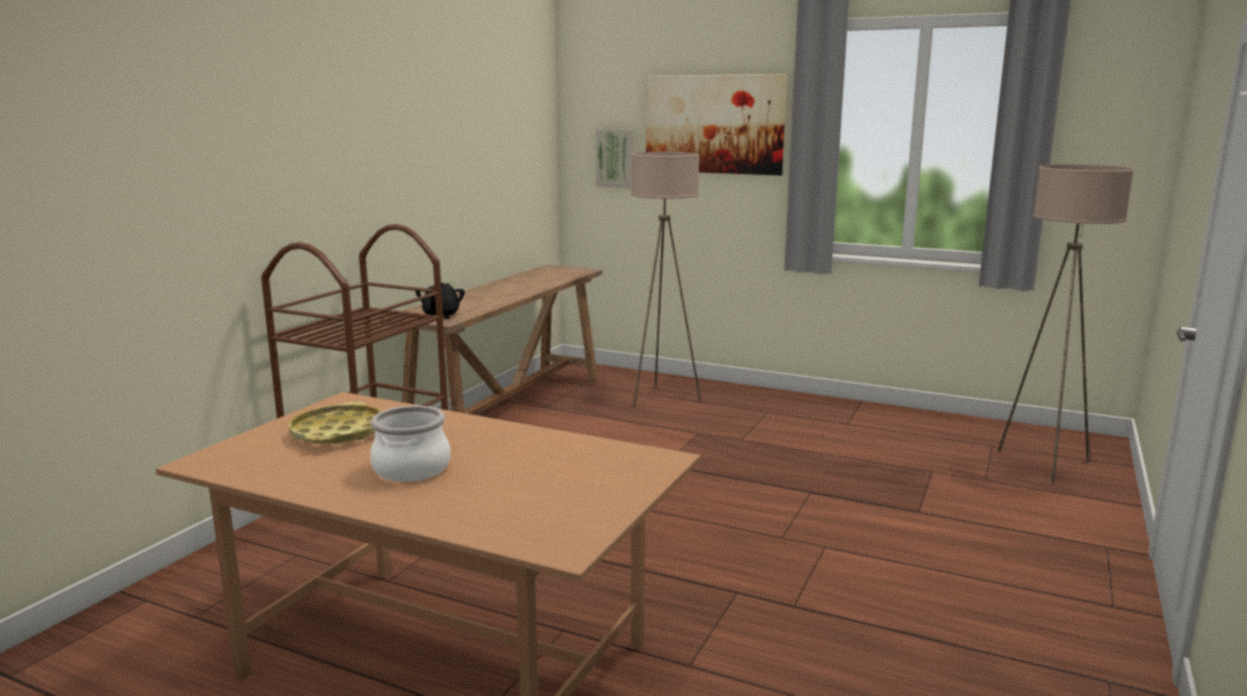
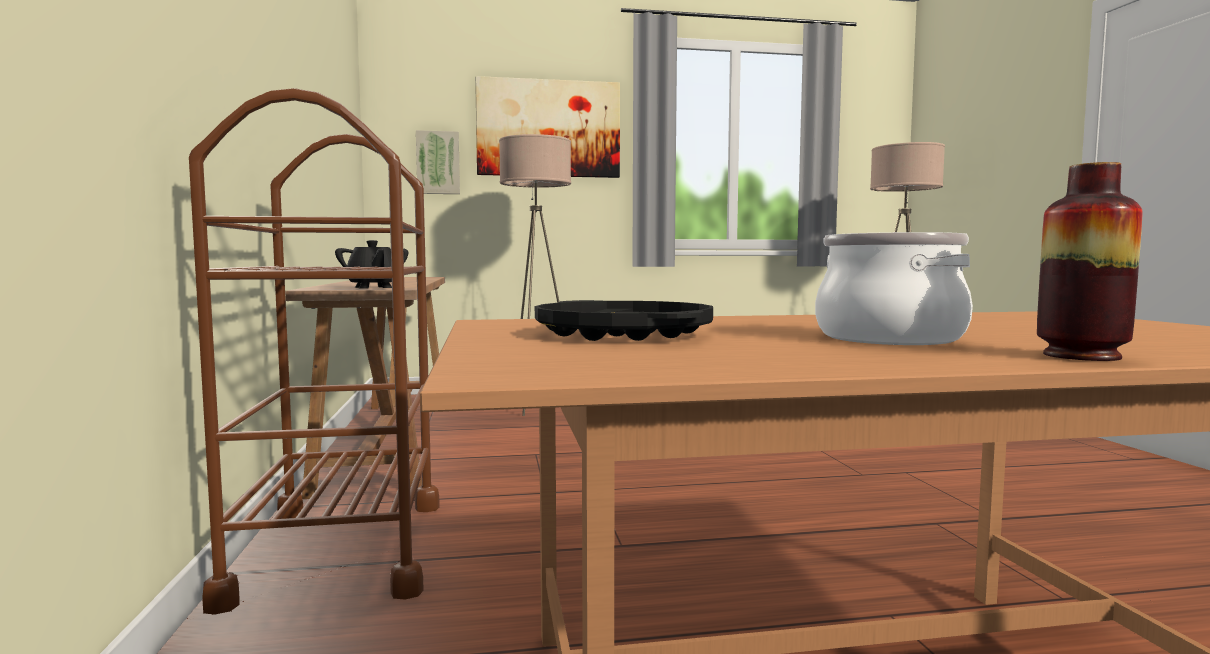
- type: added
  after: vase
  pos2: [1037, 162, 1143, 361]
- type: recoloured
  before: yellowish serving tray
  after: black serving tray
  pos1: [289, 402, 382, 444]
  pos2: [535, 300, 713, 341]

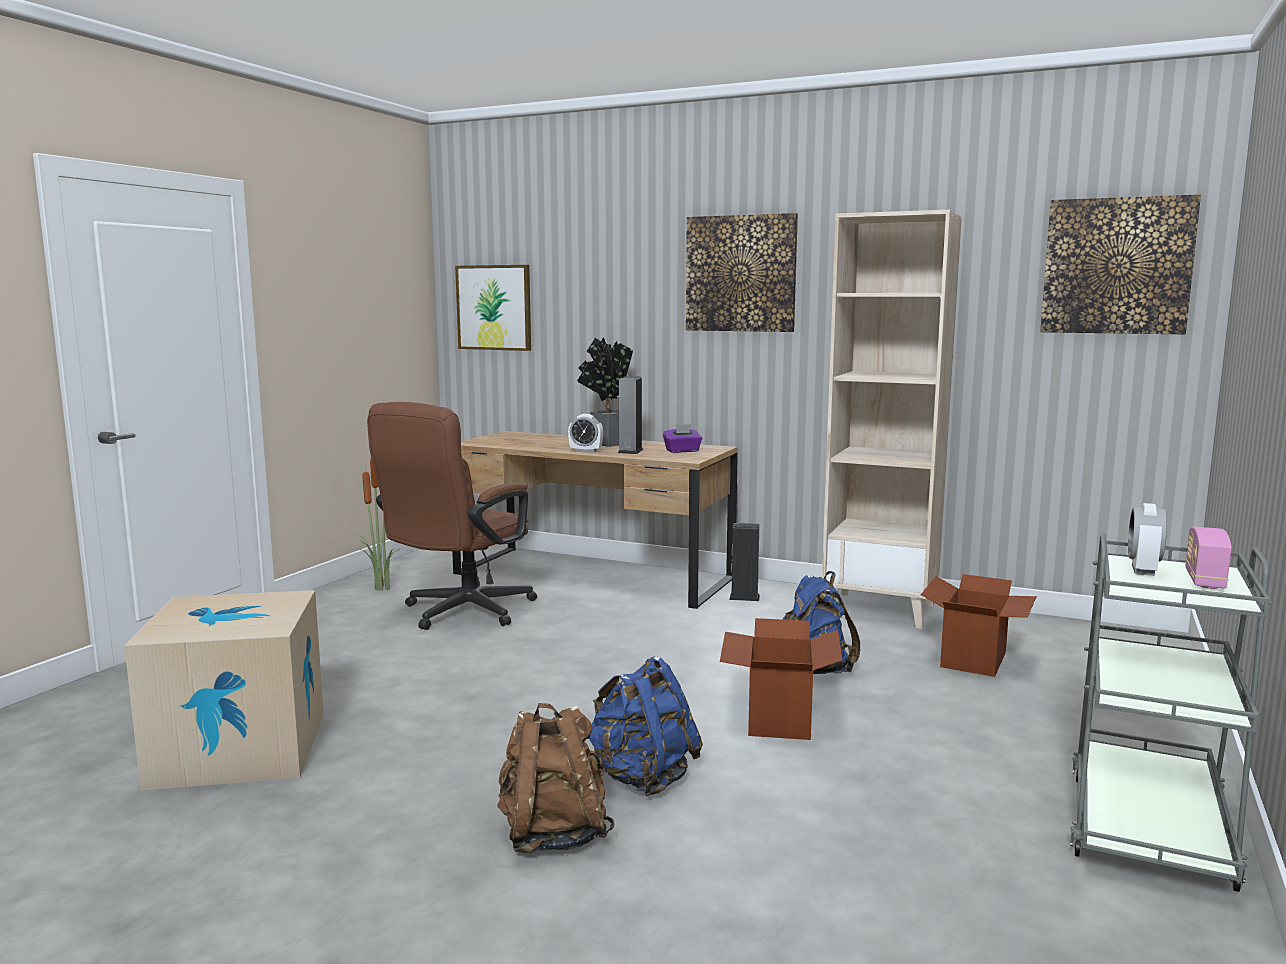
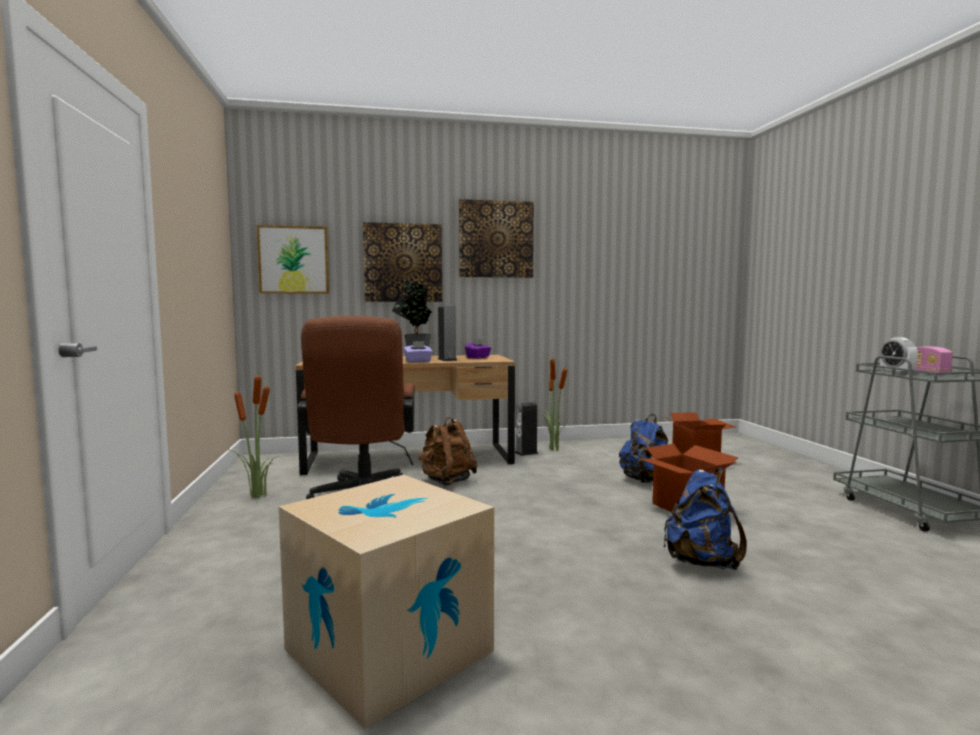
- type: removed
  before: beige-coloured bookcase
  pos1: [822, 210, 962, 629]
- type: added
  after: houseplant
  pos2: [539, 359, 569, 451]
- type: moved
  before: brownish backpack
  pos1: [497, 703, 615, 853]
  pos2: [418, 417, 478, 486]
- type: moved
  before: wall art
  pos1: [1040, 194, 1201, 334]
  pos2: [363, 222, 442, 302]
- type: replaced
  before: table clock
  after: purple-coloured tissue holder
  pos1: [568, 414, 603, 453]
  pos2: [403, 341, 433, 362]

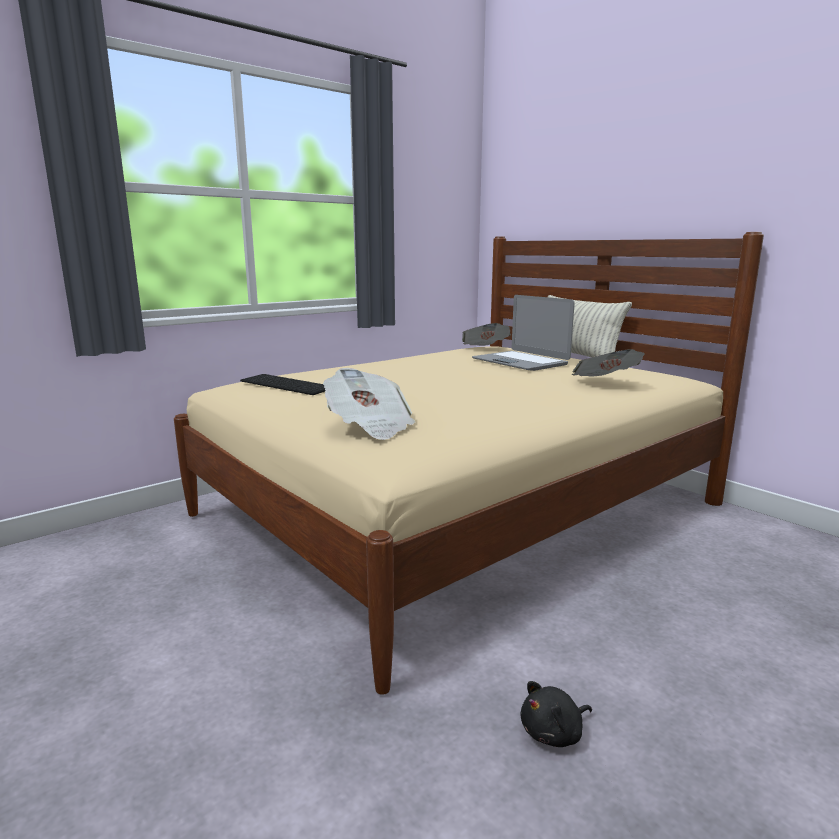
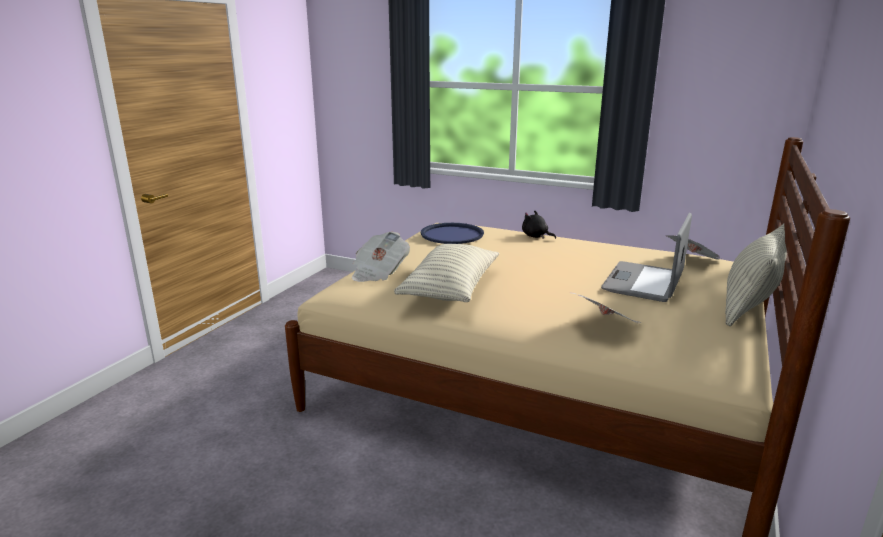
- type: added
  after: cushion
  pos2: [394, 244, 499, 302]
- type: moved
  before: black plush toy
  pos1: [521, 681, 592, 747]
  pos2: [522, 210, 556, 239]
- type: replaced
  before: PC keyboard
  after: blue-coloured serving tray
  pos1: [240, 374, 325, 395]
  pos2: [421, 223, 484, 244]

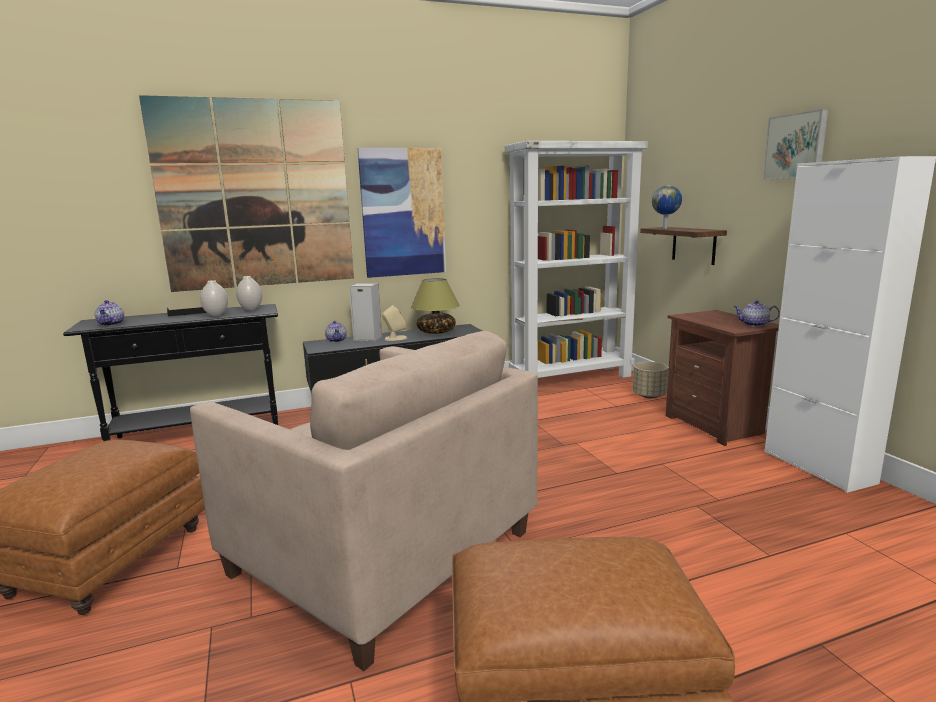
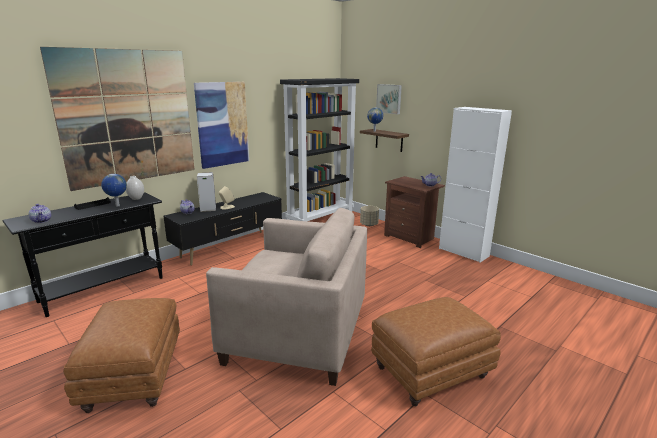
- type: removed
  before: lamp for a table
  pos1: [411, 278, 460, 334]
- type: moved
  before: wall art
  pos1: [763, 109, 828, 179]
  pos2: [376, 84, 402, 114]
- type: replaced
  before: white vase
  after: globe
  pos1: [200, 280, 228, 317]
  pos2: [101, 174, 127, 207]
- type: recoloured
  before: white bookcase
  after: black bookcase
  pos1: [505, 141, 648, 378]
  pos2: [280, 78, 359, 221]

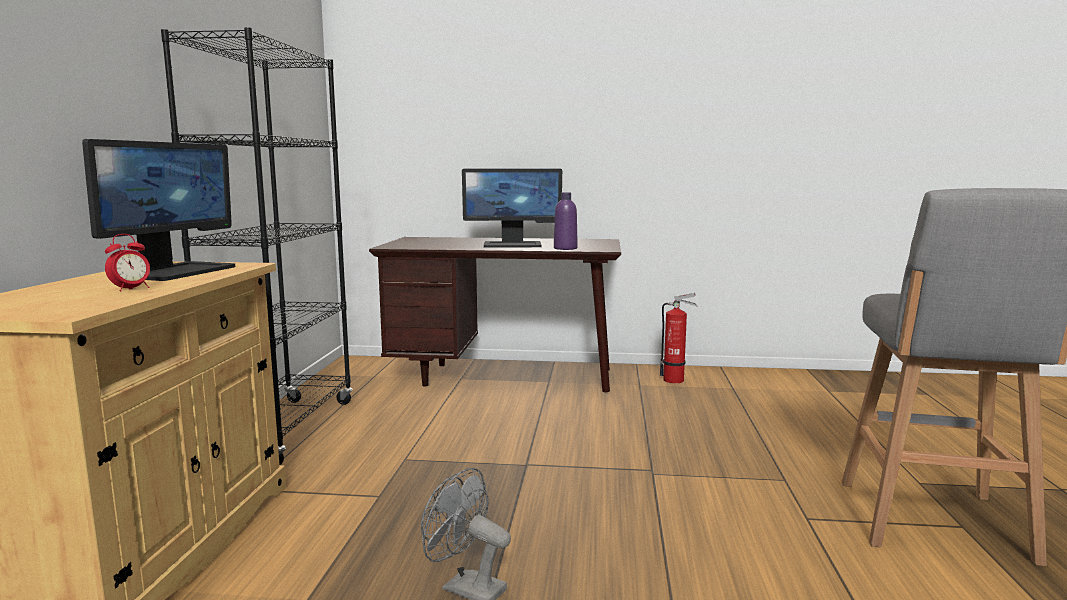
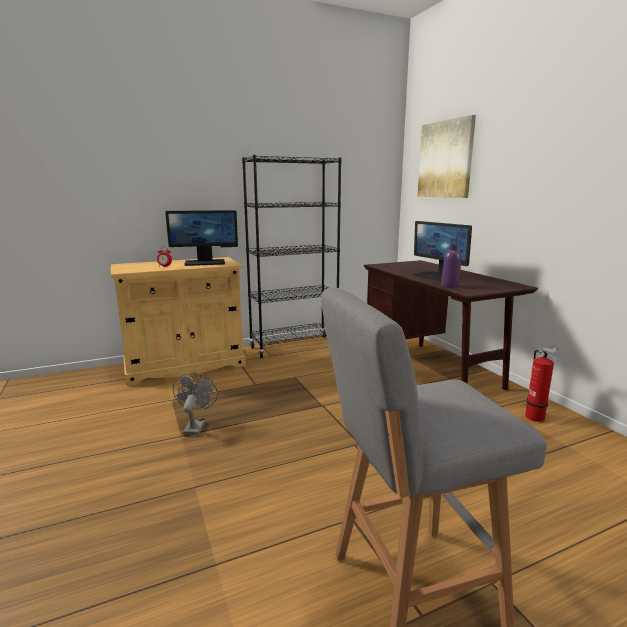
- type: added
  after: wall art
  pos2: [417, 115, 476, 198]

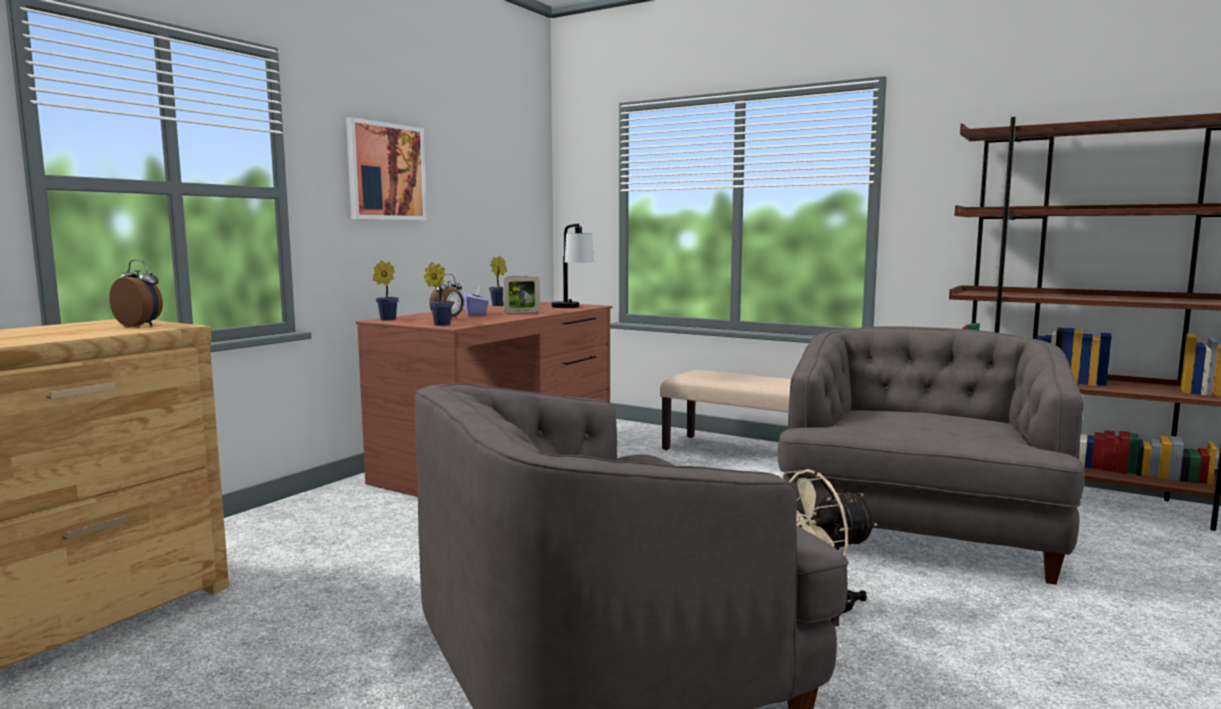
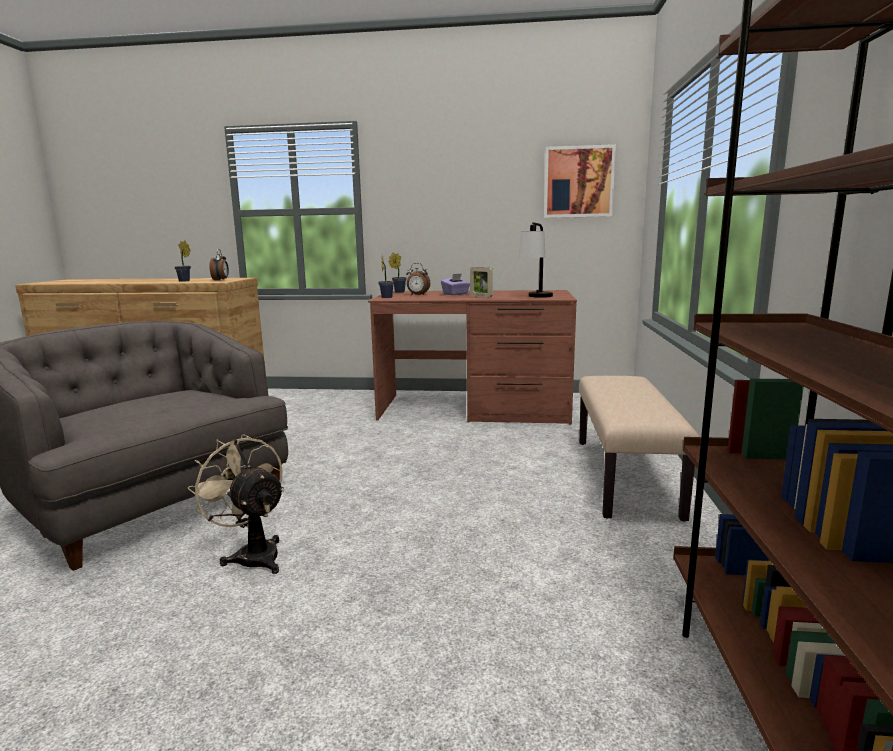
- type: removed
  before: gray armchair
  pos1: [777, 326, 1085, 585]
- type: moved
  before: wall art
  pos1: [346, 117, 427, 220]
  pos2: [544, 144, 616, 218]
- type: moved
  before: houseplant
  pos1: [489, 256, 507, 306]
  pos2: [175, 240, 191, 282]

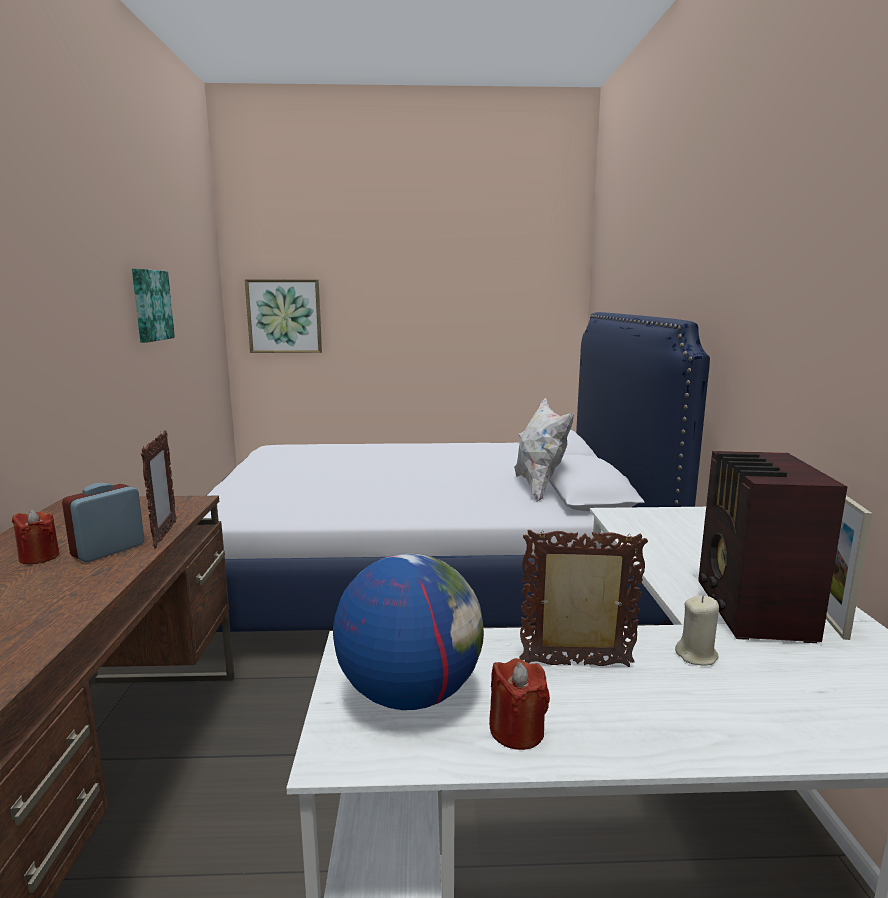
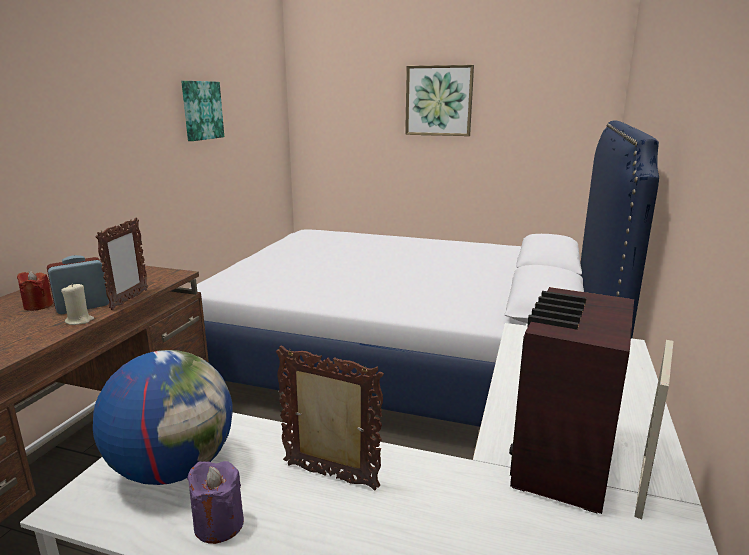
- type: removed
  before: white cushion
  pos1: [514, 398, 574, 502]
- type: moved
  before: wall art
  pos1: [245, 279, 322, 353]
  pos2: [405, 65, 474, 136]
- type: moved
  before: beige-coloured candle
  pos1: [675, 595, 719, 666]
  pos2: [61, 283, 94, 325]
- type: recoloured
  before: red-coloured candle
  after: purple-coloured candle
  pos1: [489, 658, 550, 750]
  pos2: [187, 461, 244, 544]

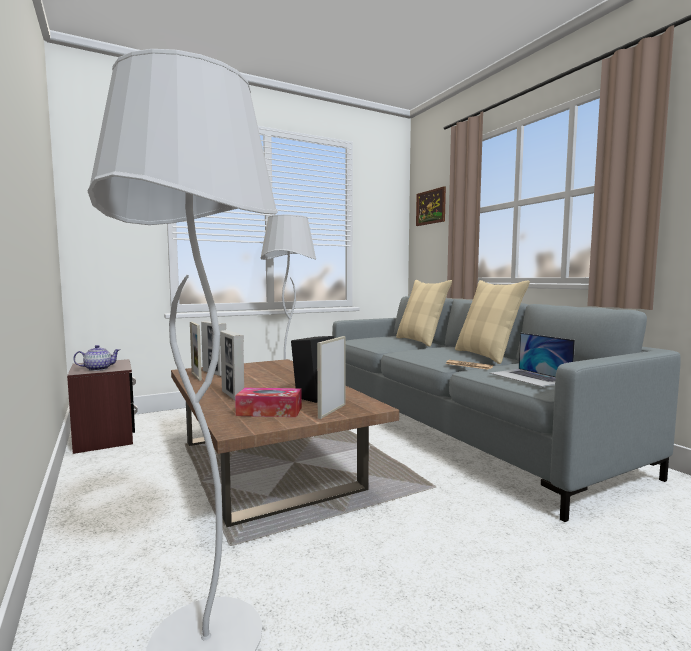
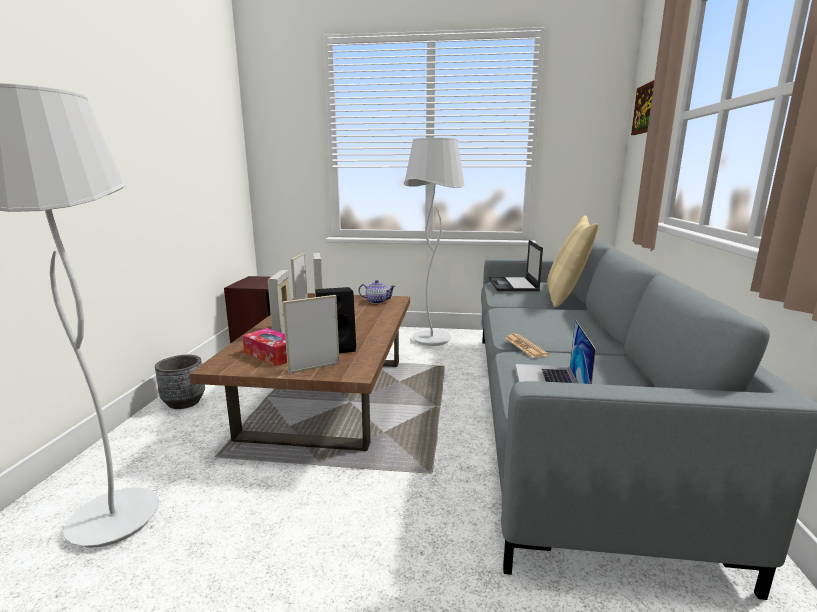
- type: removed
  before: beige-coloured cushion
  pos1: [455, 280, 530, 364]
- type: added
  after: gray plant pot
  pos2: [155, 355, 205, 409]
- type: added
  after: notebook computer
  pos2: [489, 240, 543, 291]
- type: moved
  before: teapot
  pos1: [73, 345, 120, 371]
  pos2: [359, 280, 396, 304]

